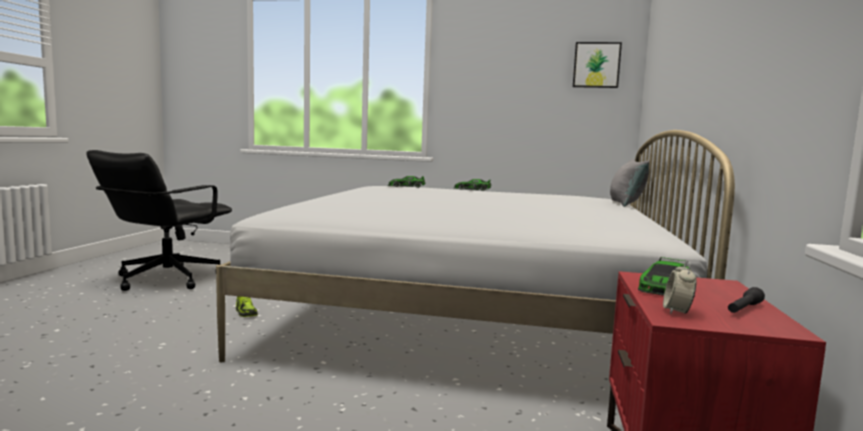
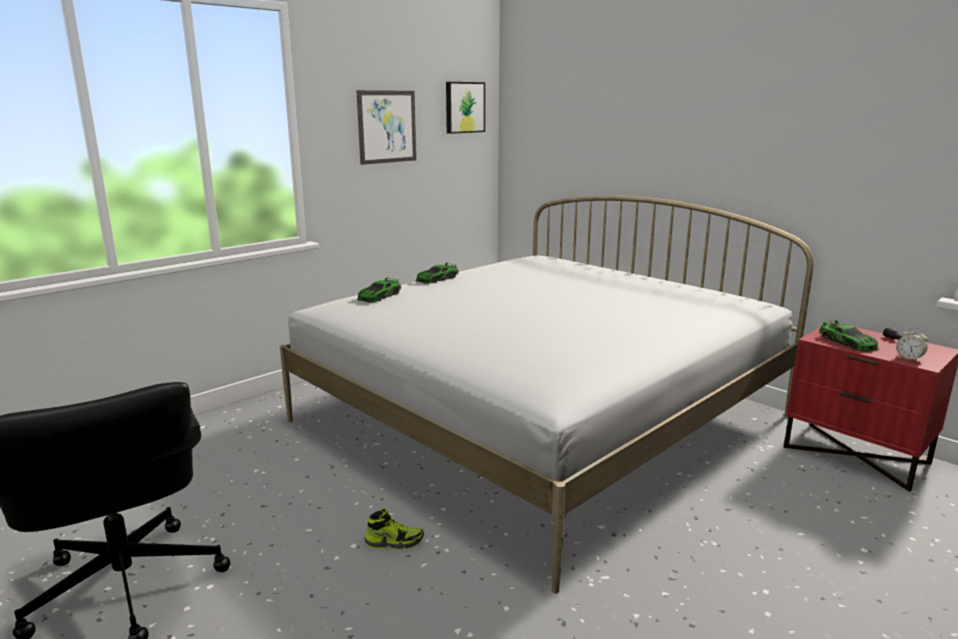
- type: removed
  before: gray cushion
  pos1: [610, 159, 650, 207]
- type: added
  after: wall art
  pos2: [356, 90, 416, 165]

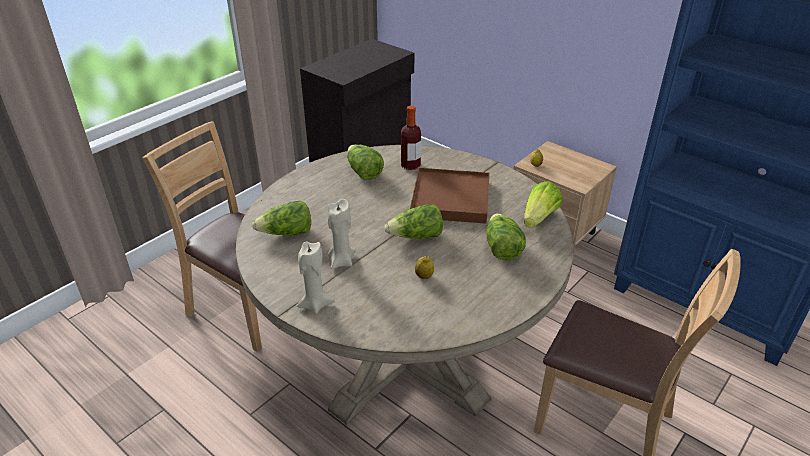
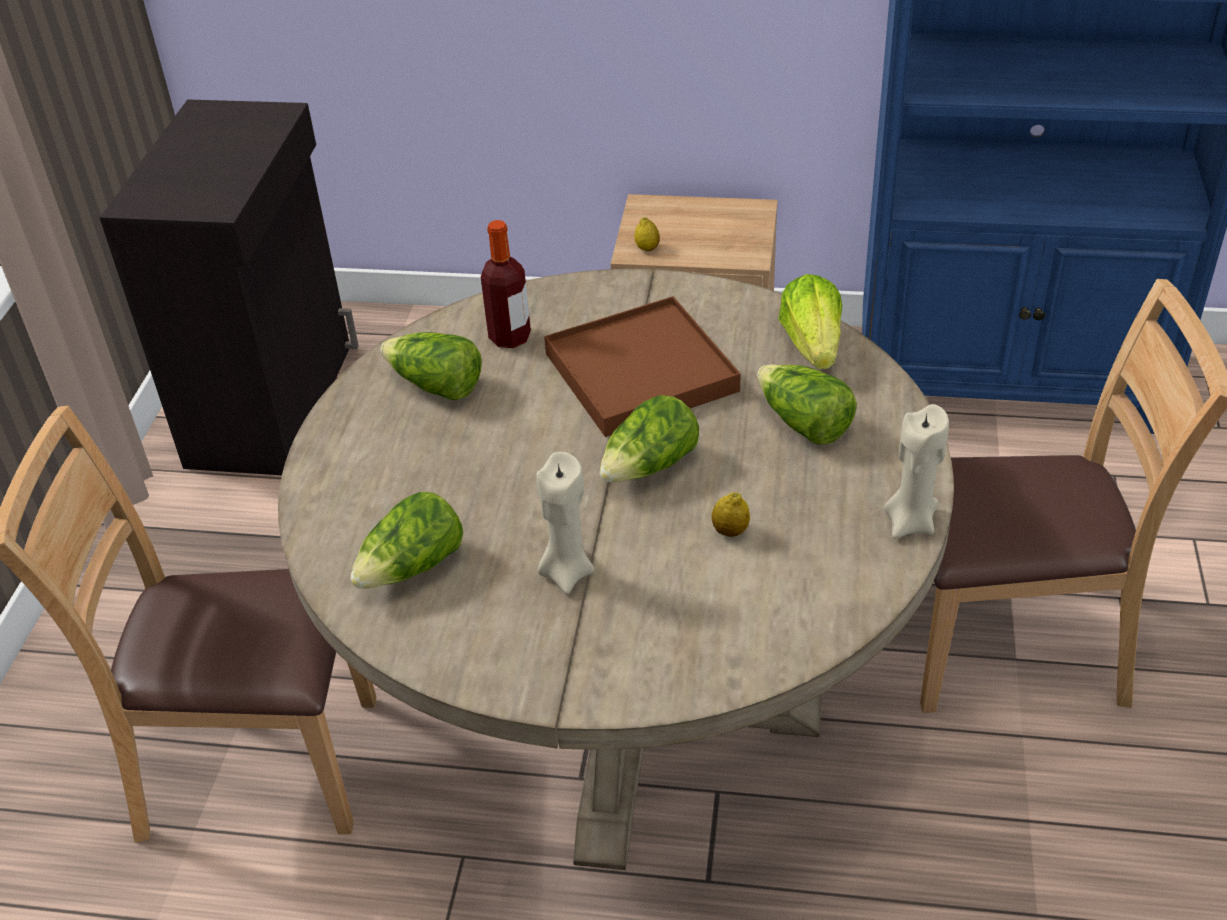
- type: moved
  before: beige-coloured candle
  pos1: [297, 241, 334, 314]
  pos2: [884, 404, 949, 538]

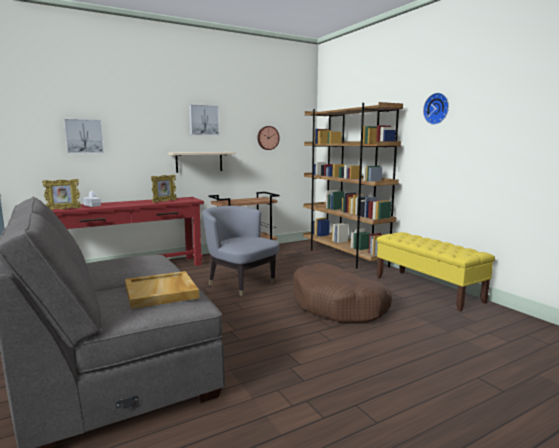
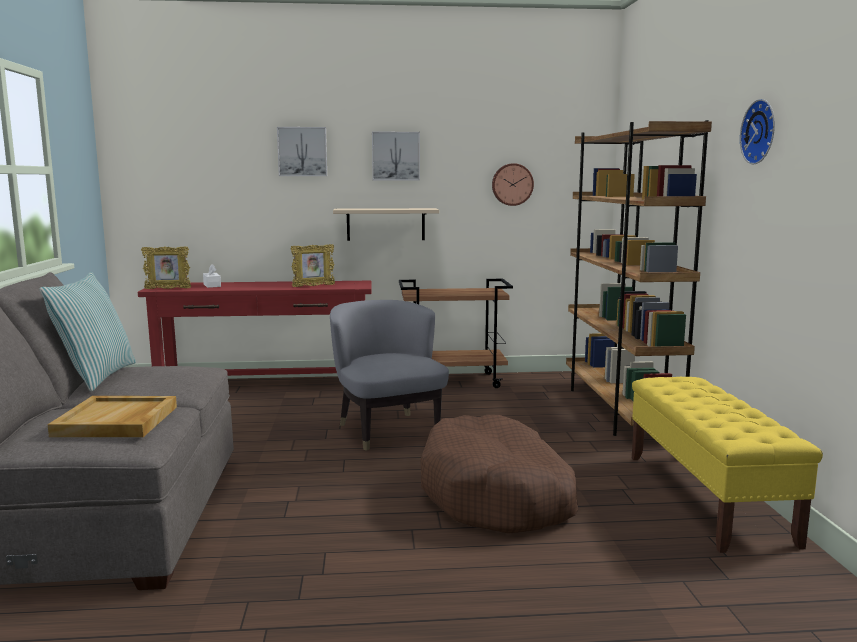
- type: added
  after: cushion
  pos2: [40, 272, 136, 391]
- type: moved
  before: wall art
  pos1: [64, 119, 104, 153]
  pos2: [277, 127, 327, 176]

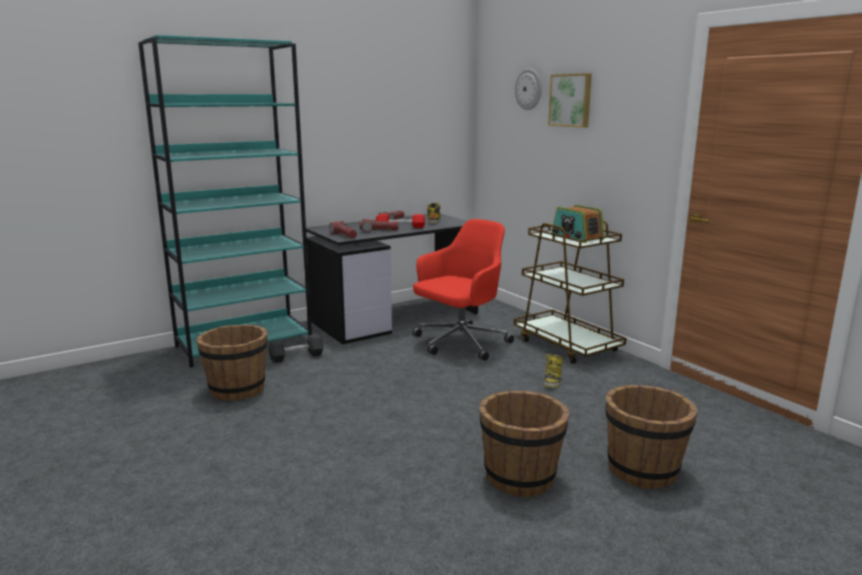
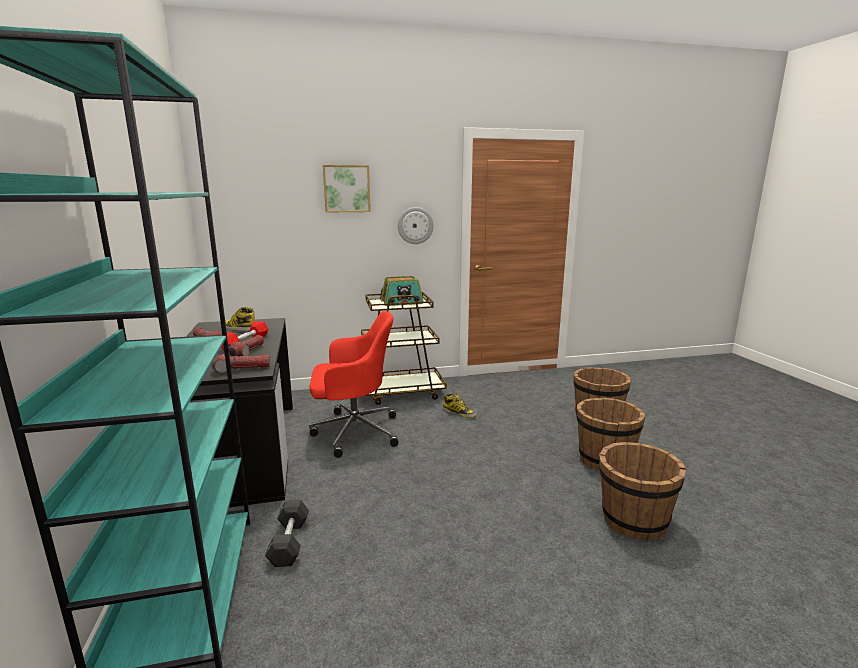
- type: moved
  before: brownish bucket
  pos1: [196, 324, 268, 401]
  pos2: [599, 442, 686, 541]
- type: moved
  before: clock on the wall
  pos1: [515, 68, 542, 110]
  pos2: [398, 207, 434, 244]
- type: turned
  before: red-coloured desk chair
  pos1: [412, 219, 514, 361]
  pos2: [309, 311, 398, 458]
  turn: 105

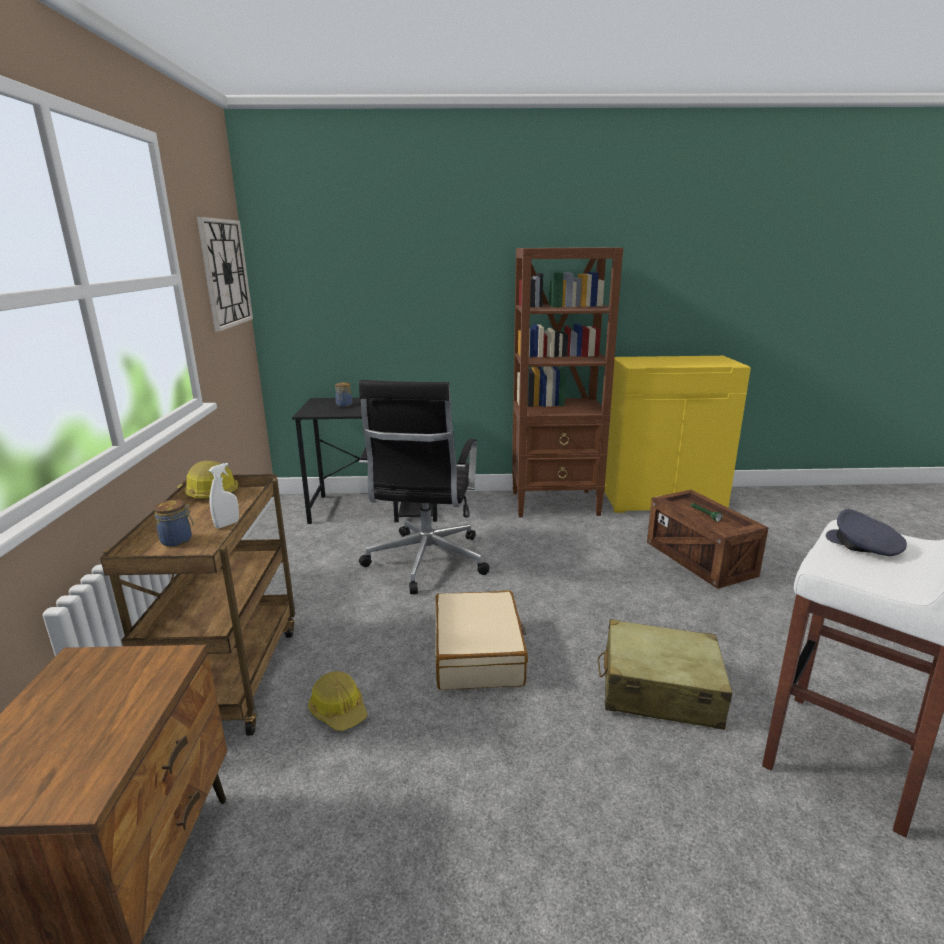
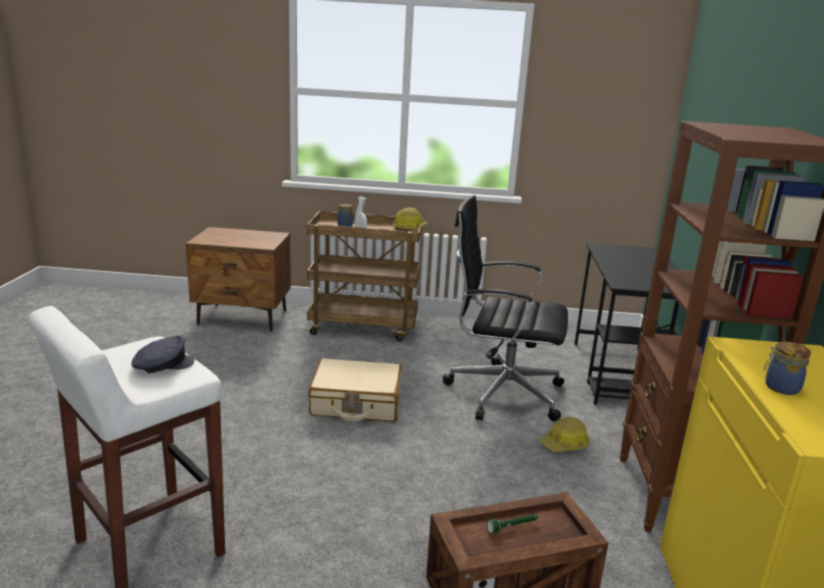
- type: removed
  before: clock on the wall
  pos1: [197, 217, 253, 332]
- type: removed
  before: beige-coloured travel case
  pos1: [598, 619, 732, 730]
- type: moved
  before: work helmet
  pos1: [308, 671, 368, 731]
  pos2: [540, 417, 589, 452]
- type: moved
  before: storage jar
  pos1: [335, 382, 352, 407]
  pos2: [764, 342, 811, 395]

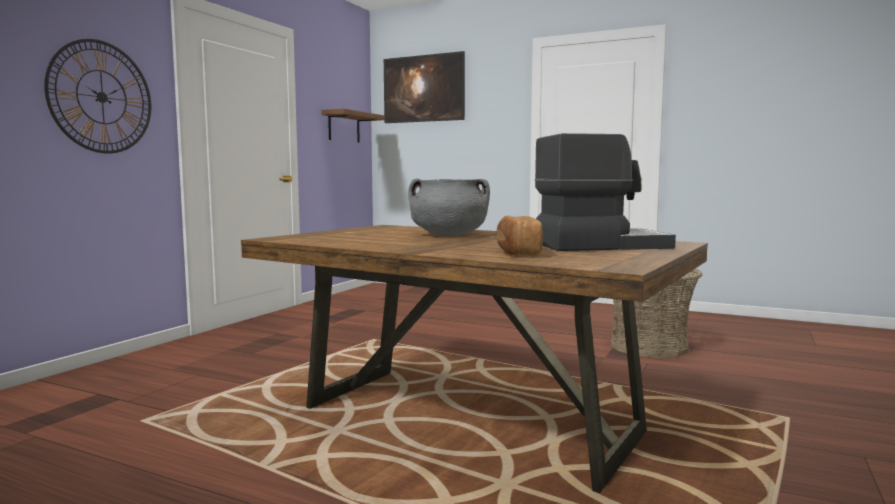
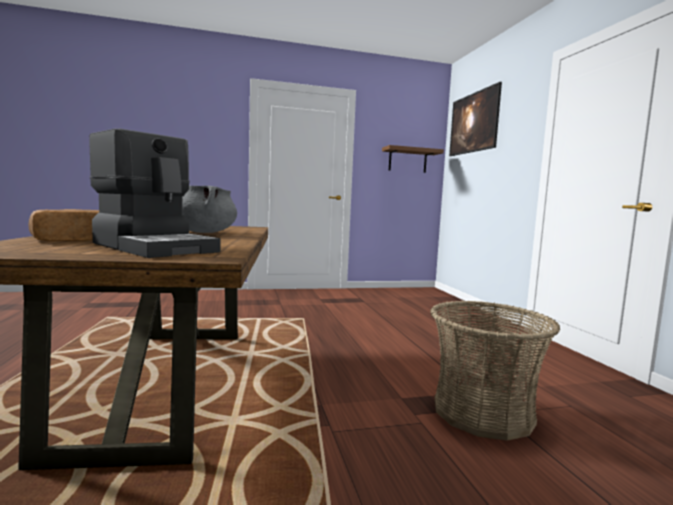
- type: removed
  before: clock on the wall
  pos1: [44, 39, 151, 154]

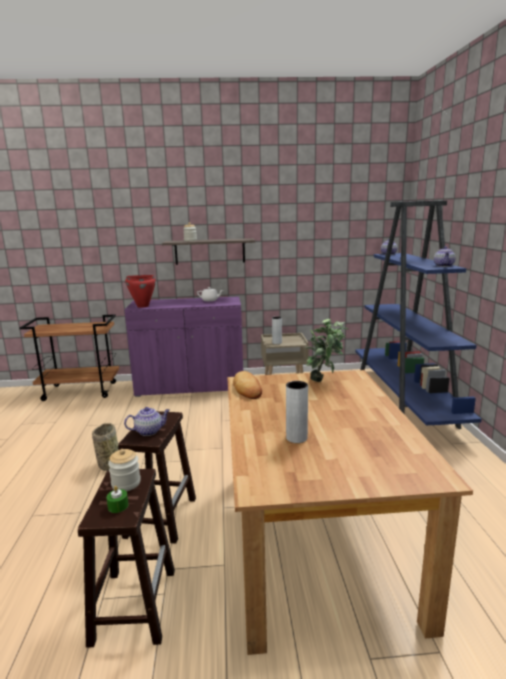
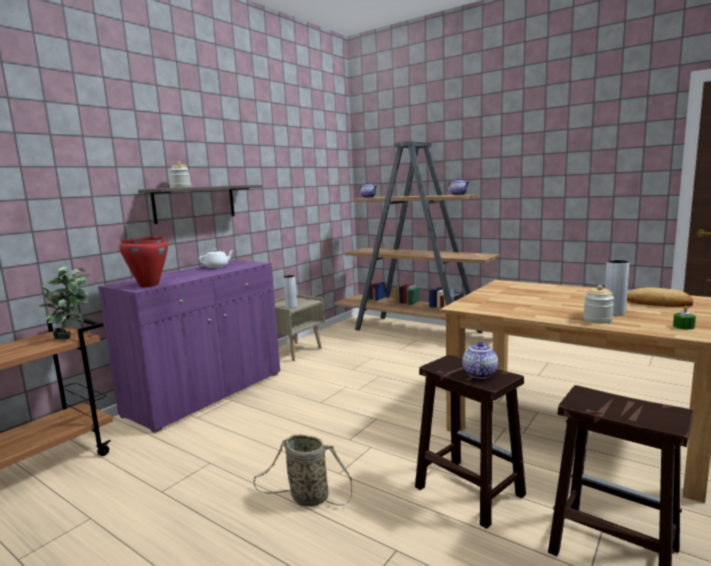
- type: moved
  before: green candle
  pos1: [106, 486, 129, 513]
  pos2: [673, 306, 696, 330]
- type: moved
  before: storage jar
  pos1: [108, 449, 141, 491]
  pos2: [583, 285, 614, 323]
- type: moved
  before: baked bread
  pos1: [233, 371, 262, 399]
  pos2: [627, 287, 694, 307]
- type: moved
  before: houseplant
  pos1: [305, 319, 348, 382]
  pos2: [39, 267, 89, 340]
- type: recoloured
  before: blue-coloured bookcase
  after: brownish bookcase
  pos1: [355, 200, 482, 429]
  pos2: [335, 141, 500, 333]

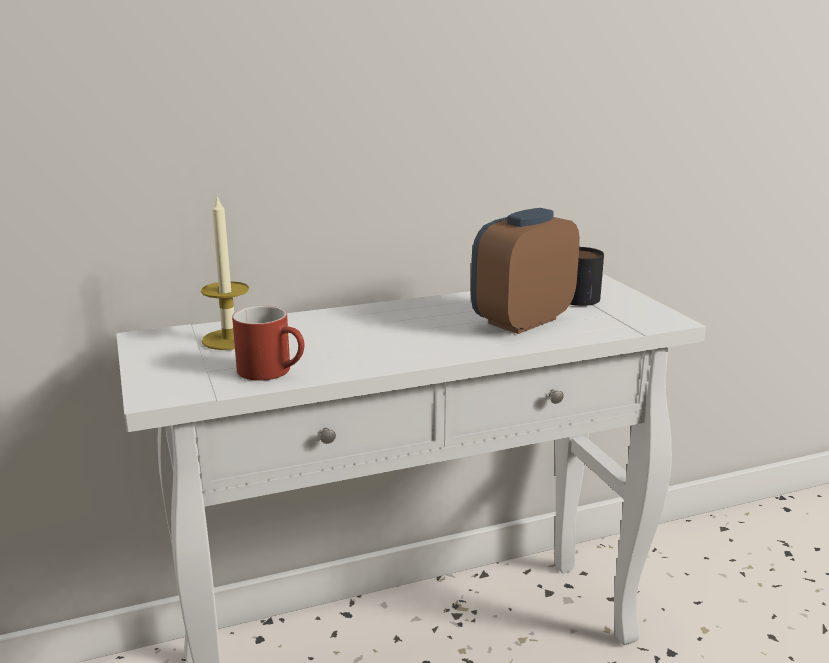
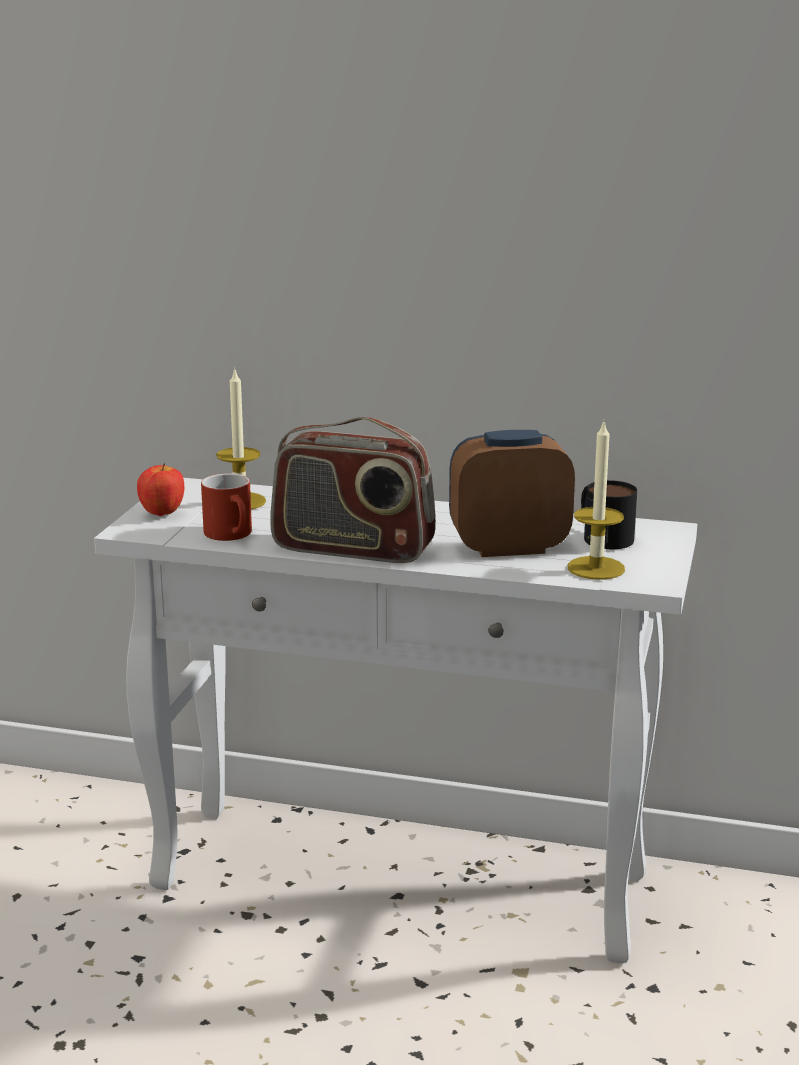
- type: added
  after: apple
  pos2: [137, 463, 184, 516]
- type: added
  after: radio
  pos2: [270, 417, 436, 563]
- type: added
  after: candle
  pos2: [568, 419, 625, 580]

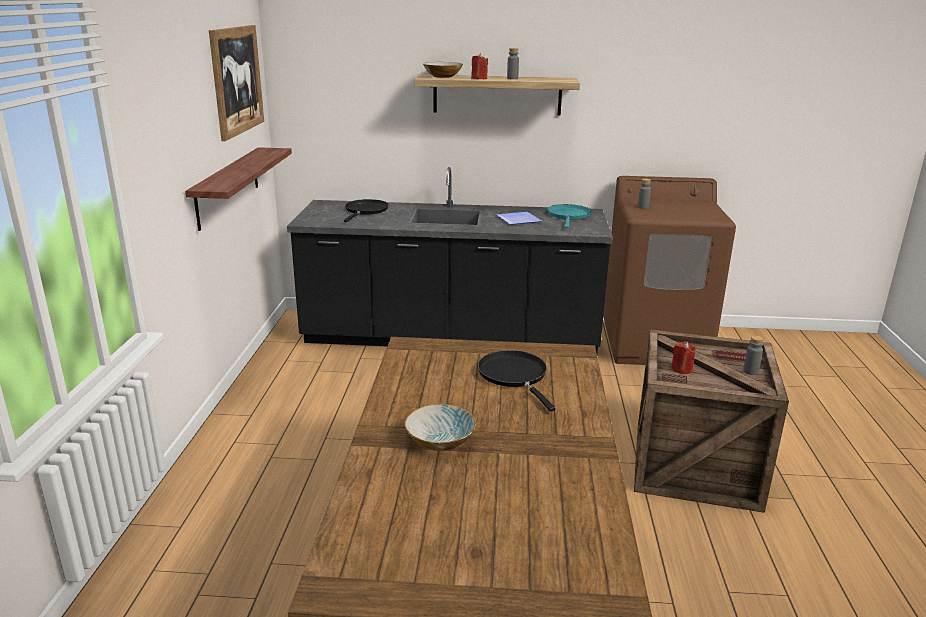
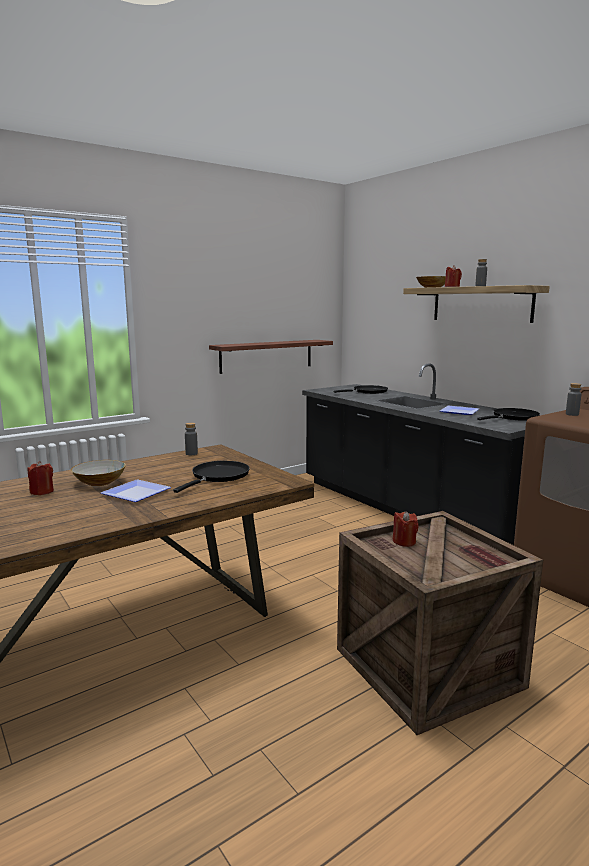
- type: removed
  before: wall art
  pos1: [209, 25, 264, 141]
- type: added
  after: red-coloured candle
  pos2: [27, 461, 54, 495]
- type: added
  after: dinner plate
  pos2: [101, 479, 171, 502]
- type: moved
  before: gray bottle
  pos1: [743, 335, 764, 375]
  pos2: [185, 423, 198, 455]
- type: recoloured
  before: turquoise skillet
  after: black skillet
  pos1: [547, 204, 591, 228]
  pos2: [477, 408, 540, 420]

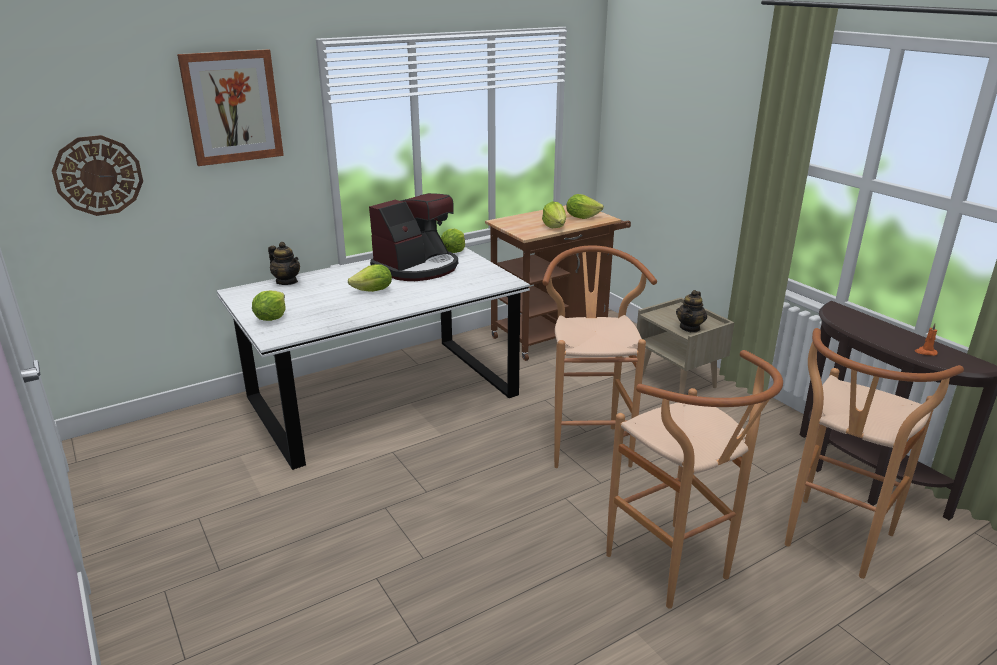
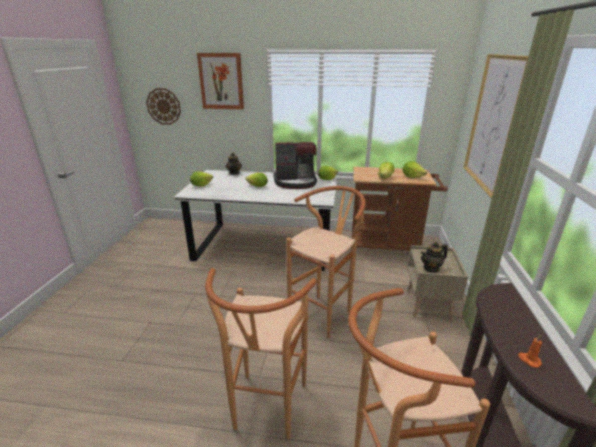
- type: added
  after: wall art
  pos2: [464, 54, 528, 198]

